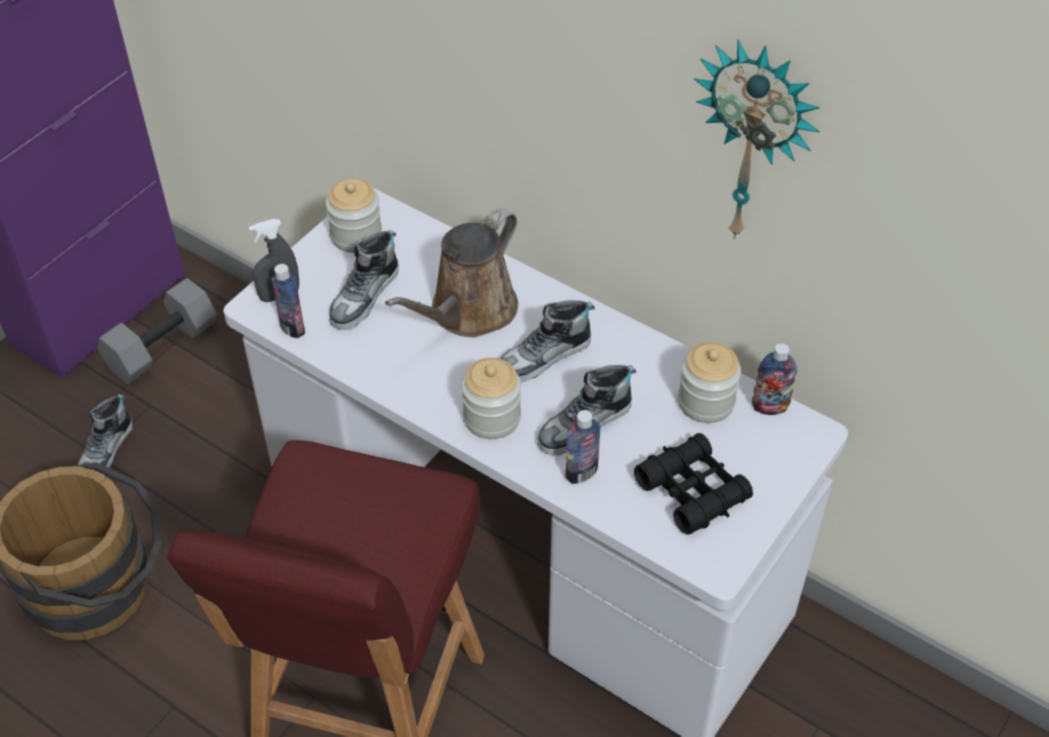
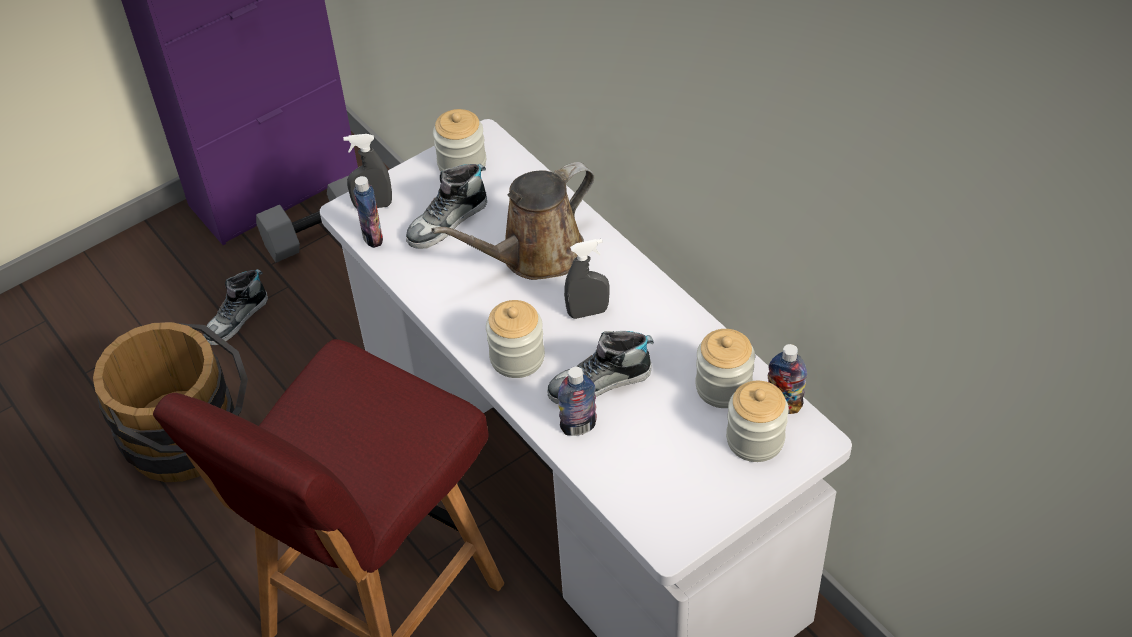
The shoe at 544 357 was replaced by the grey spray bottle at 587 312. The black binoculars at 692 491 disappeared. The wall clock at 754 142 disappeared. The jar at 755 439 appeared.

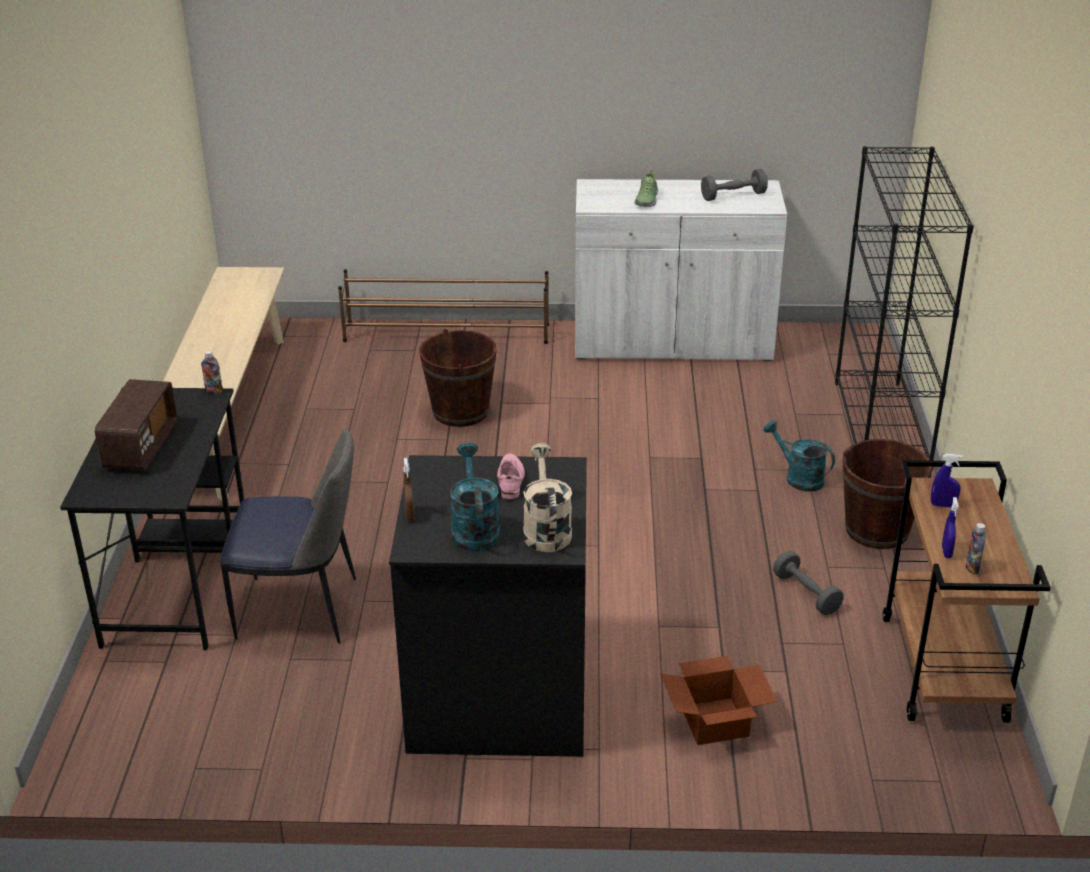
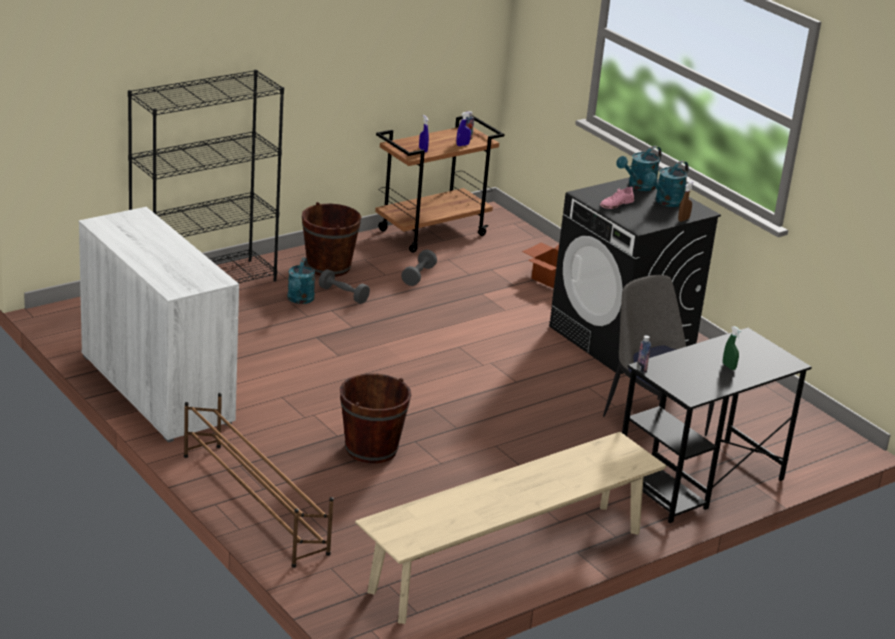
The radio at 141 447 was replaced by the green spray bottle at 729 366. The beige watering can at 545 529 became the turquoise watering can at 638 186. The shoe at 646 200 disappeared. The grey dumbbell moved from 733 196 to 343 295.

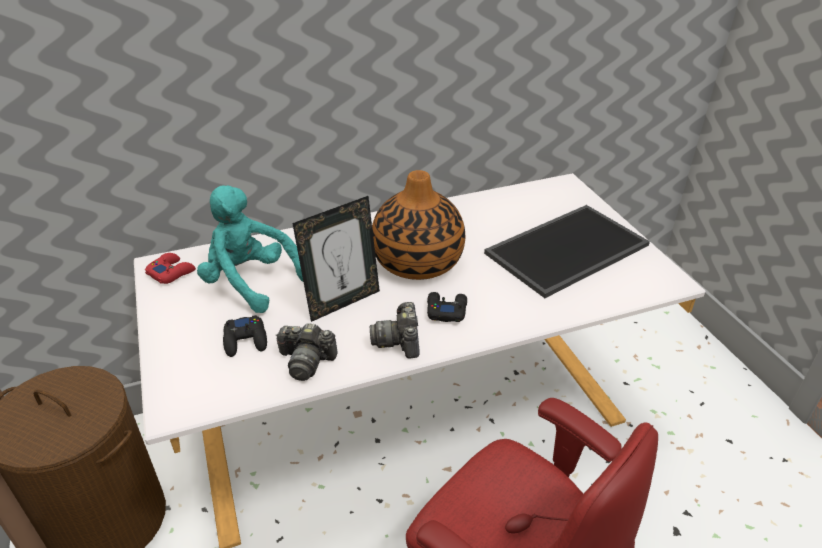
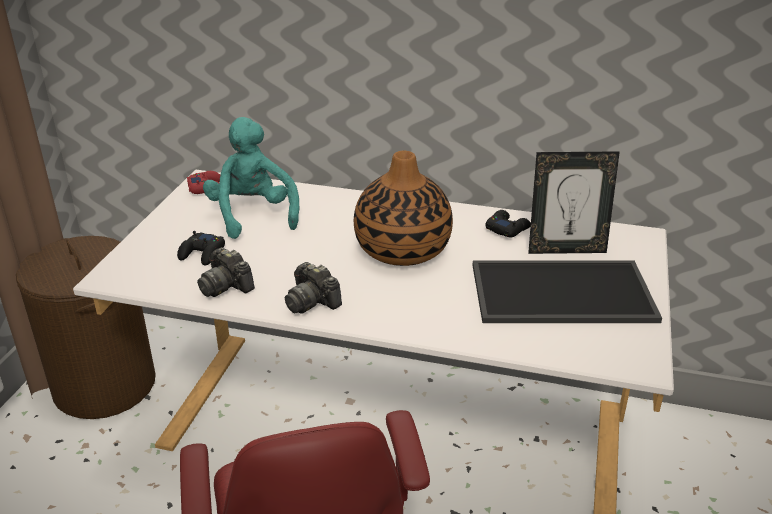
The picture frame moved from 342 302 to 566 249. The photo camera at 399 341 turned 75 degrees counterclockwise. The black game controller moved from 446 310 to 507 228.

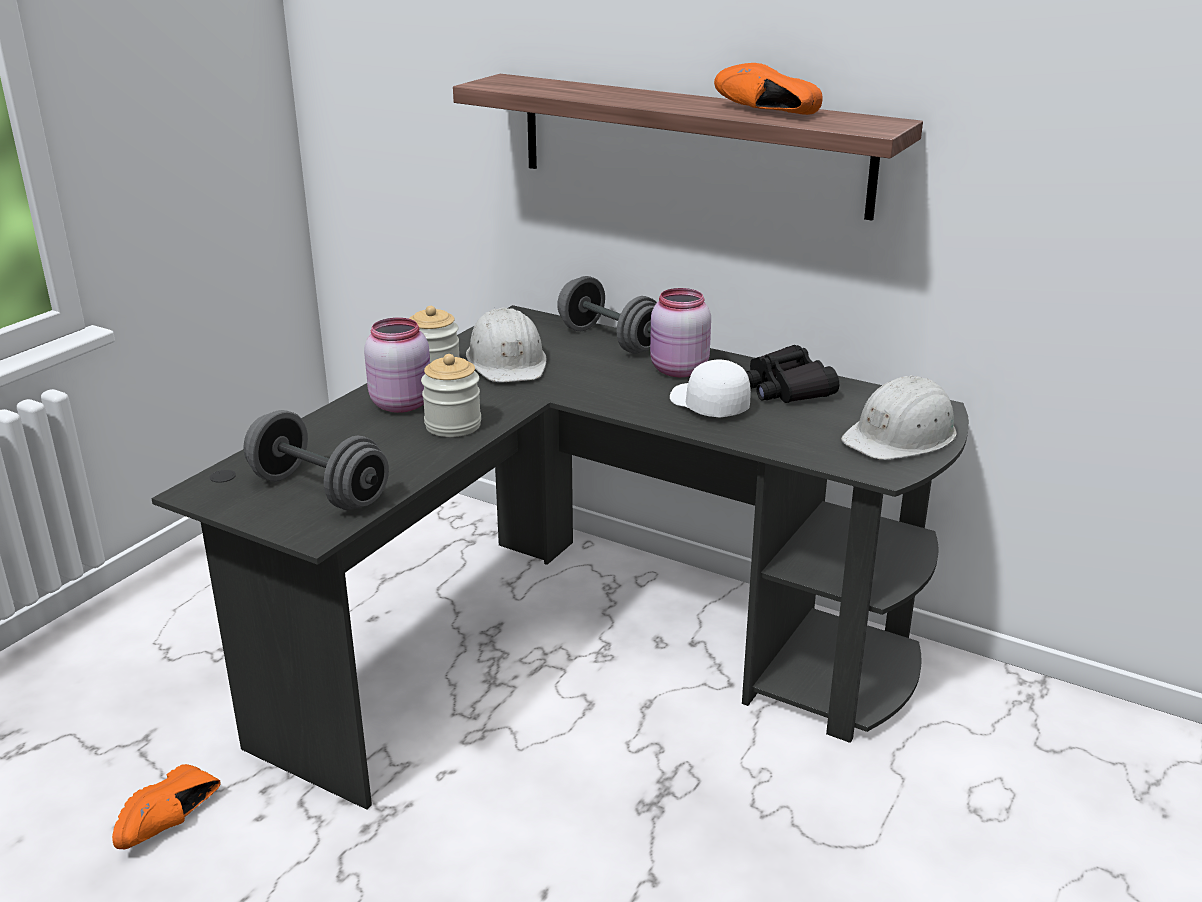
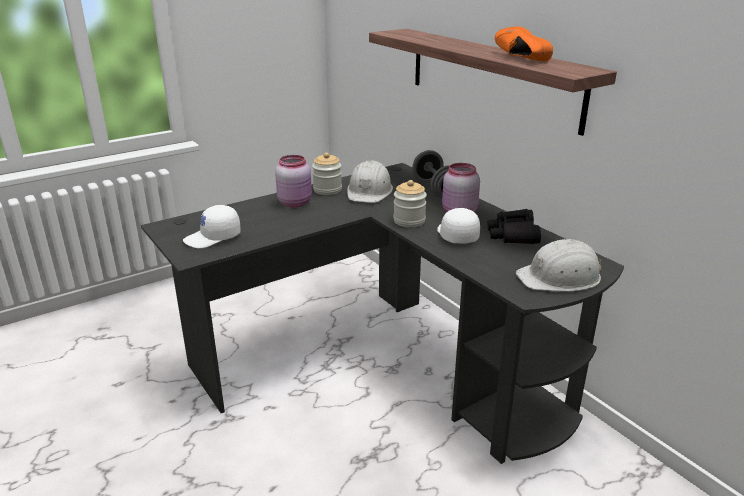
The orange shoe at 173 823 disappeared. The grey dumbbell at 319 491 was replaced by the white cap at 213 238. The jar moved from 453 425 to 409 221.

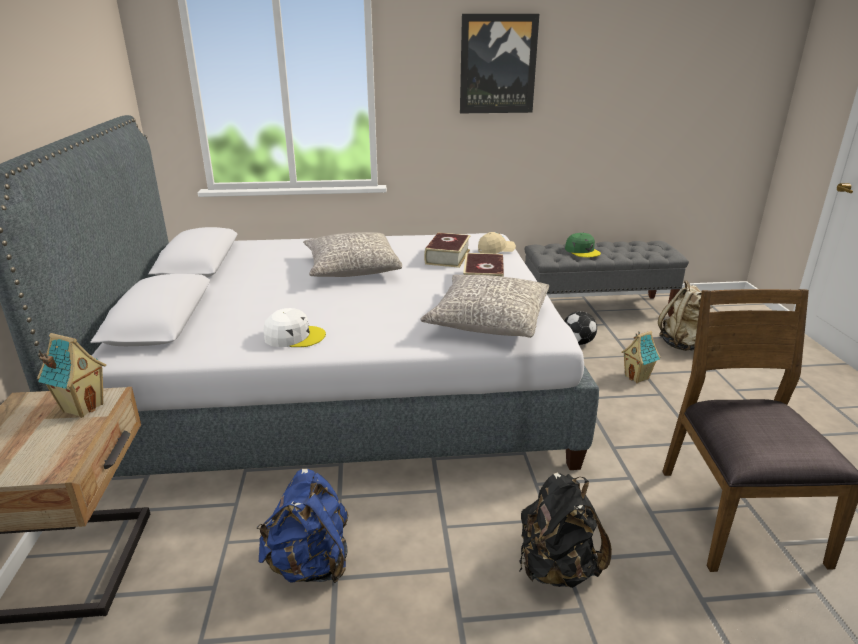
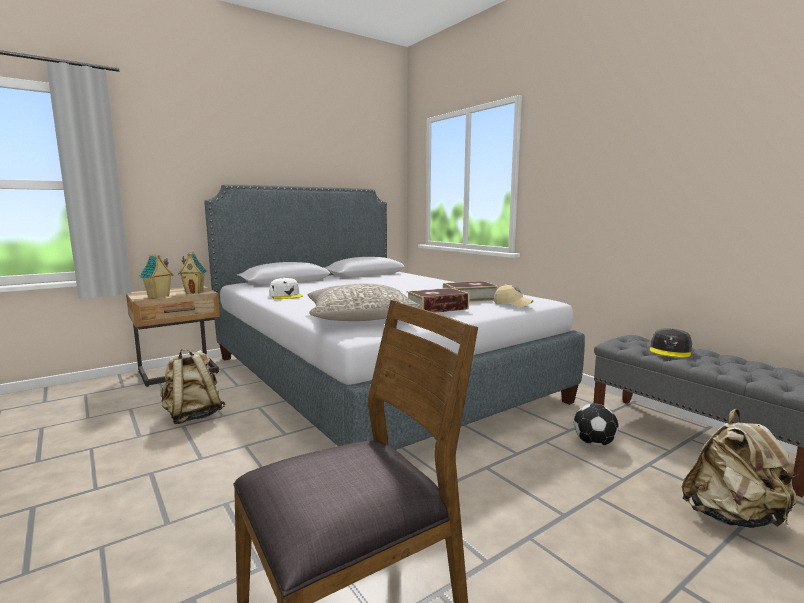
The blue backpack at 310 564 became the beige backpack at 193 416. The grey pillow at 351 268 disappeared. The picture at 497 64 disappeared. The black backpack at 556 568 disappeared. The green cap at 582 251 became the grey cap at 670 350. The toy house moved from 637 377 to 158 296.

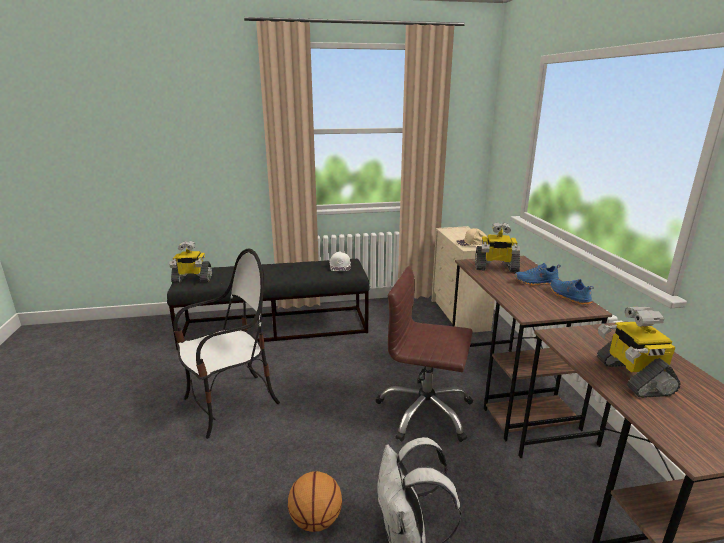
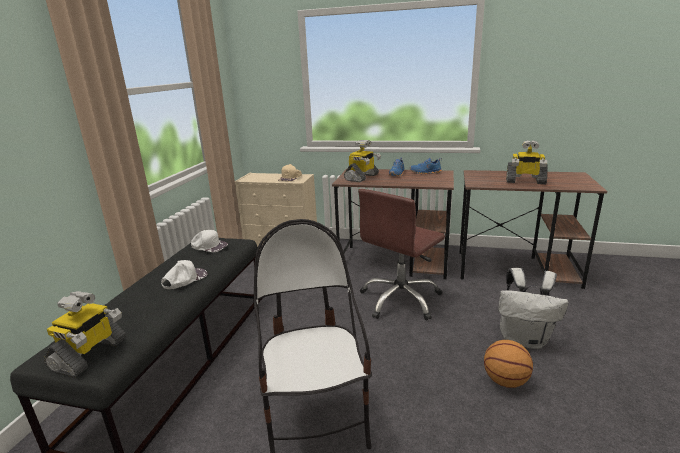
The white cap at 184 279 appeared.

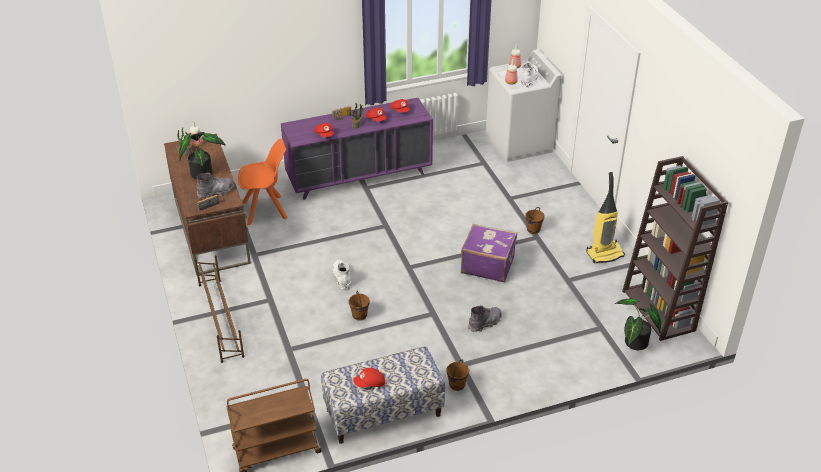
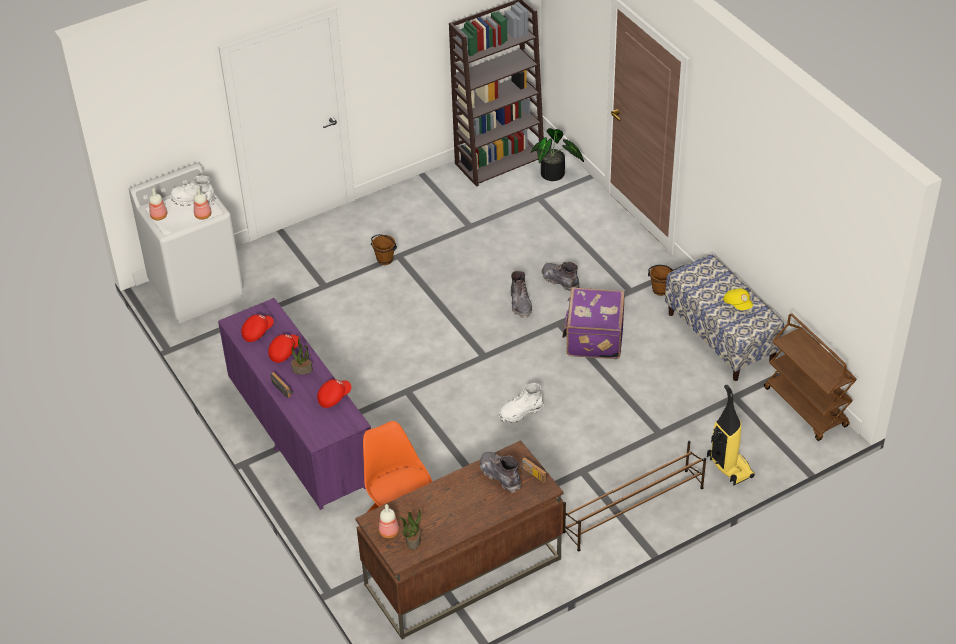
The potted plant at 203 172 disappeared. The brown bucket at 360 315 disappeared. The red cap at 370 383 became the yellow cap at 738 304. The purple suitcase moved from 487 265 to 593 338. The vacuum cleaner moved from 605 254 to 728 467. The grey boot at 520 304 appeared.

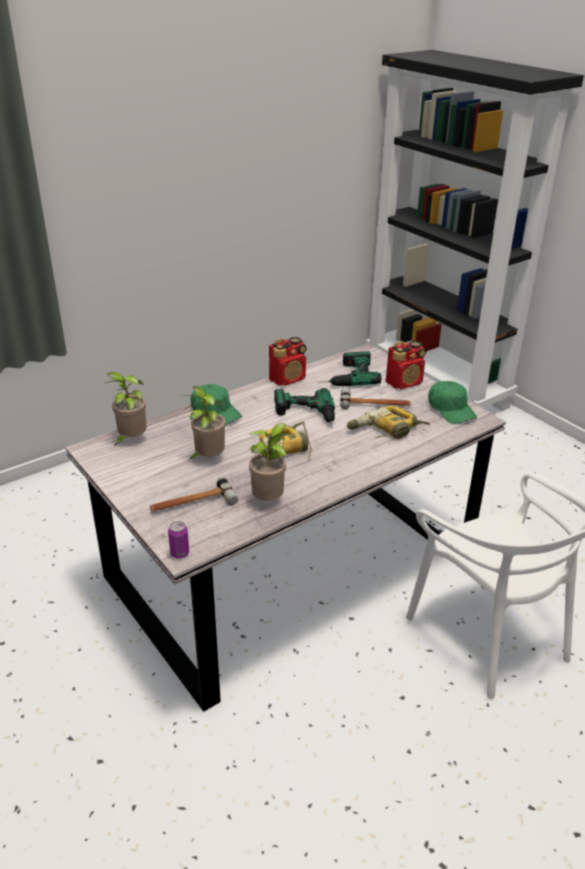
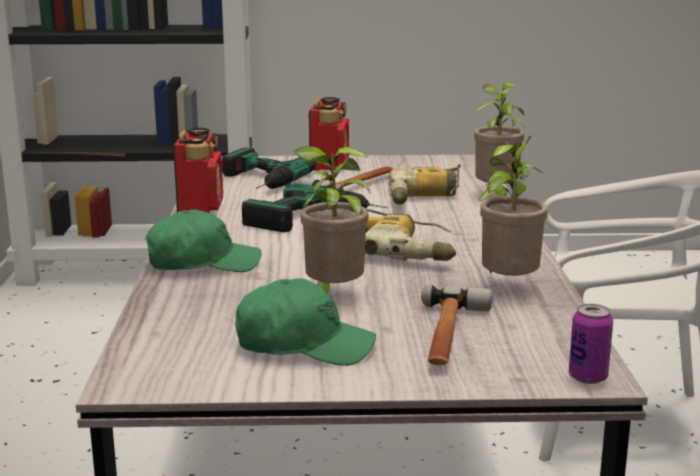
The potted plant moved from 131 440 to 496 196. The green cap moved from 451 409 to 303 345.

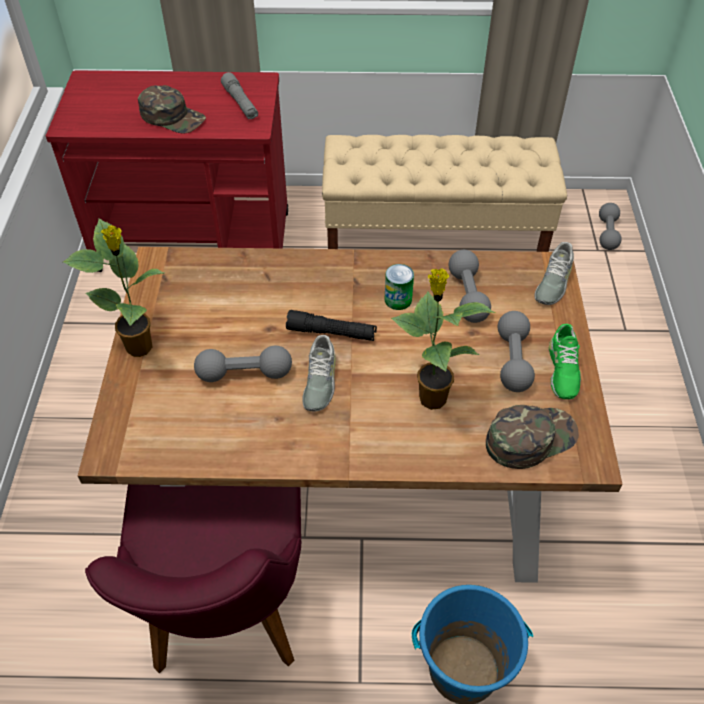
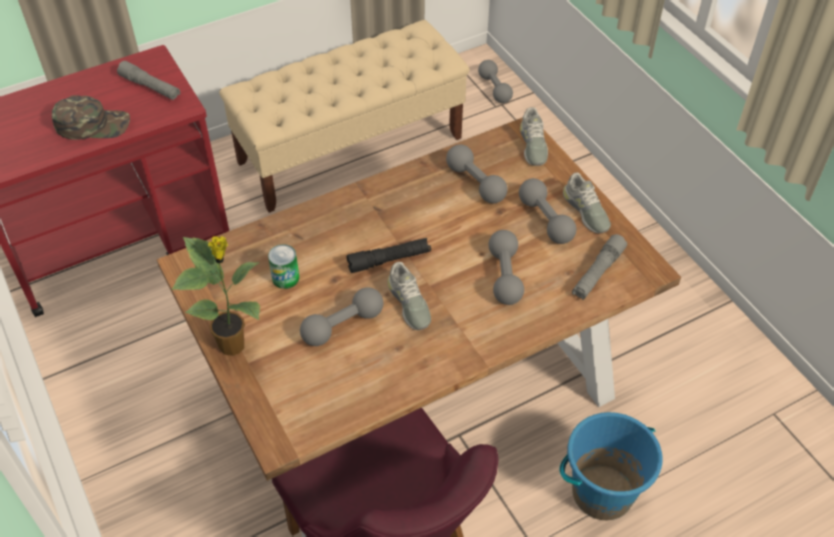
The can moved from 398 299 to 285 278. The potted plant at 431 397 was replaced by the grey dumbbell at 504 276. The green cap at 530 438 was replaced by the grey flashlight at 597 273. The green shoe at 562 369 became the grey shoe at 585 211.

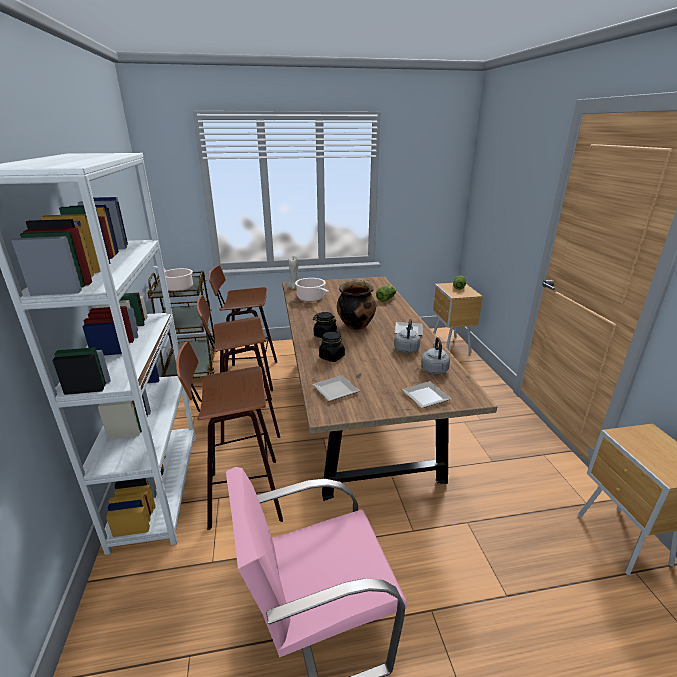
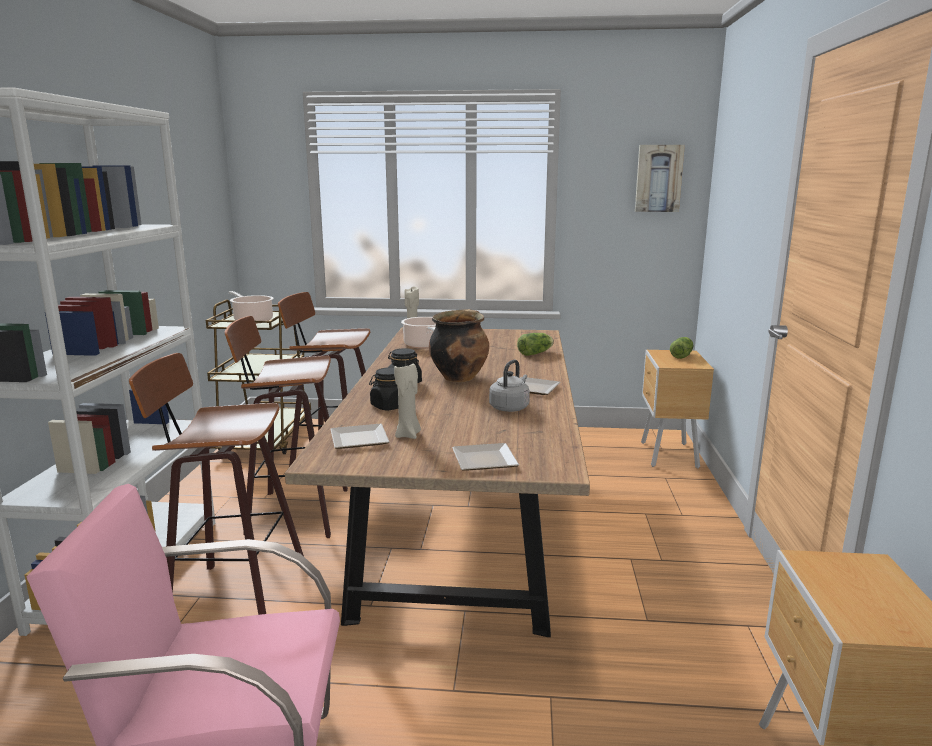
The grey kettle at 434 369 disappeared. The beige candle at 408 435 appeared. The picture at 658 178 appeared.

